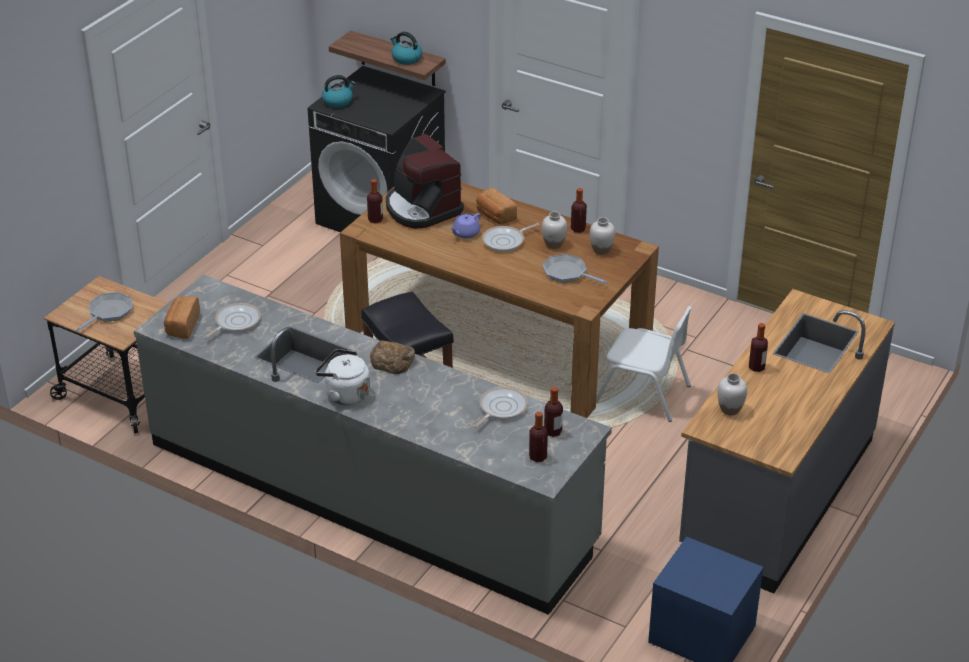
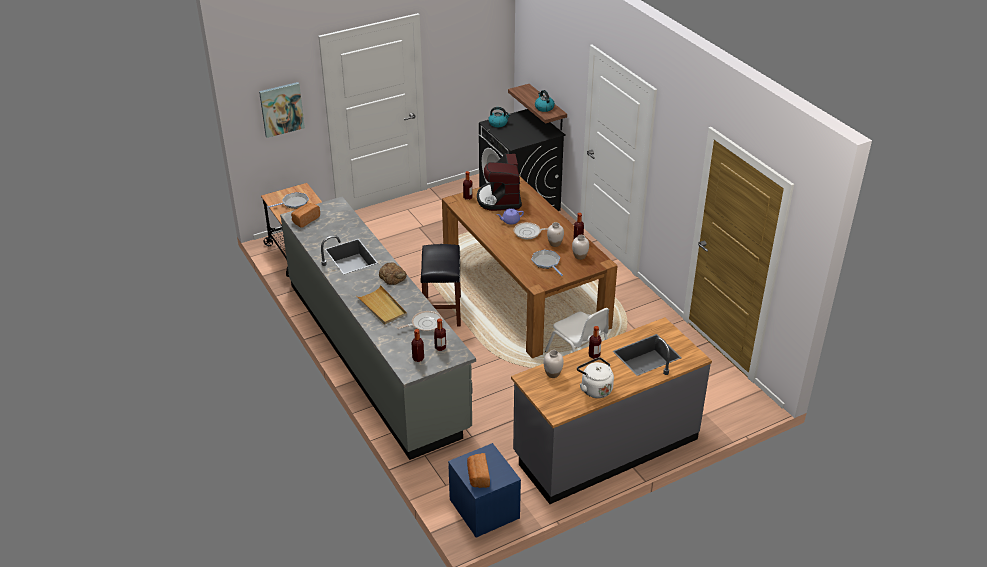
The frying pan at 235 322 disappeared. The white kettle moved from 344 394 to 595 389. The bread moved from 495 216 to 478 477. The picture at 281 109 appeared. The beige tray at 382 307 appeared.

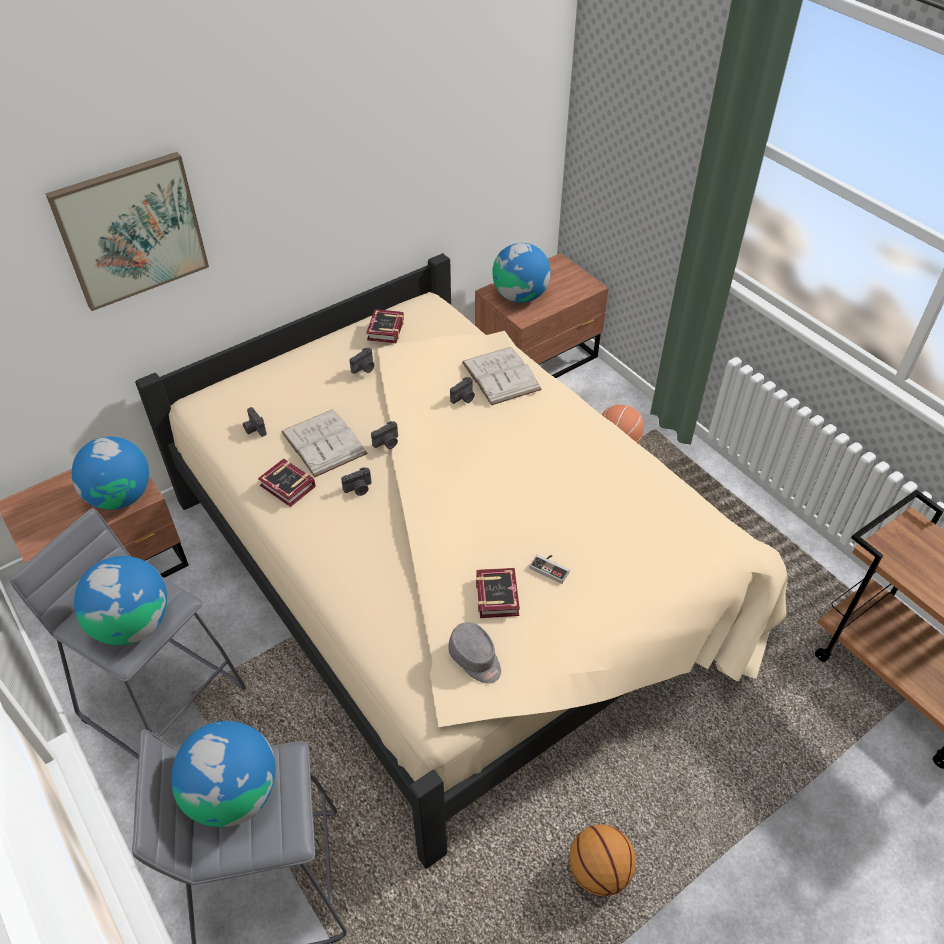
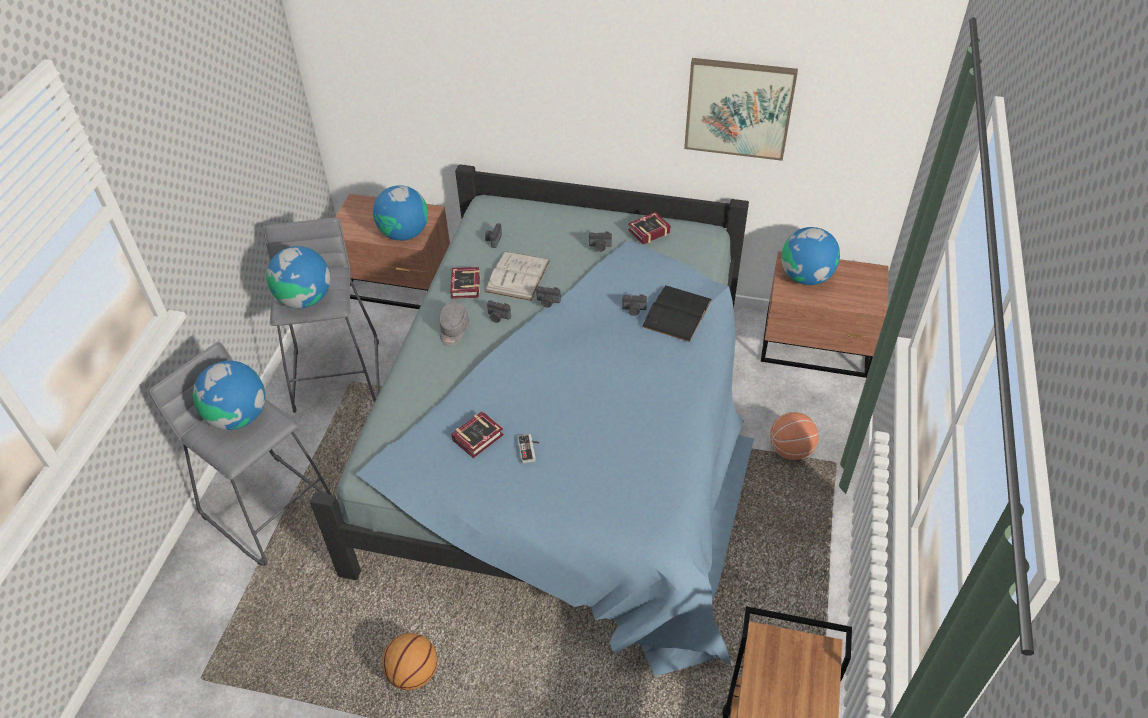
The picture moved from 131 230 to 739 108. The beige bed at 460 570 became the blue bed at 569 440. The grey cap moved from 475 659 to 453 330. The white book at 501 375 became the black book at 677 313.

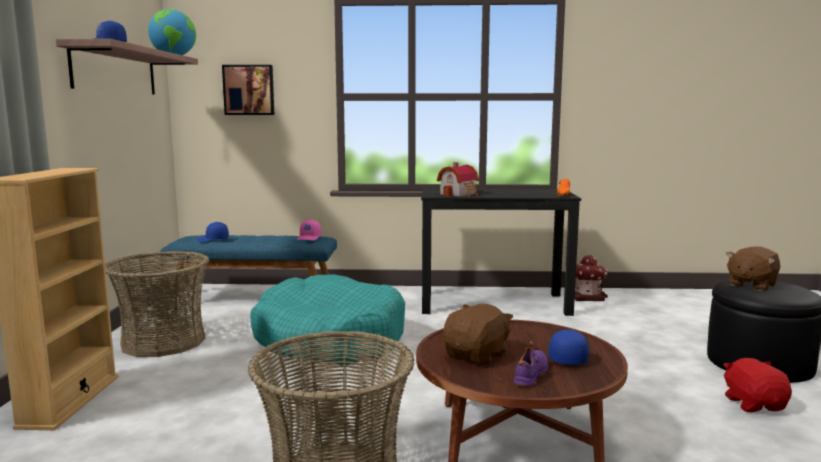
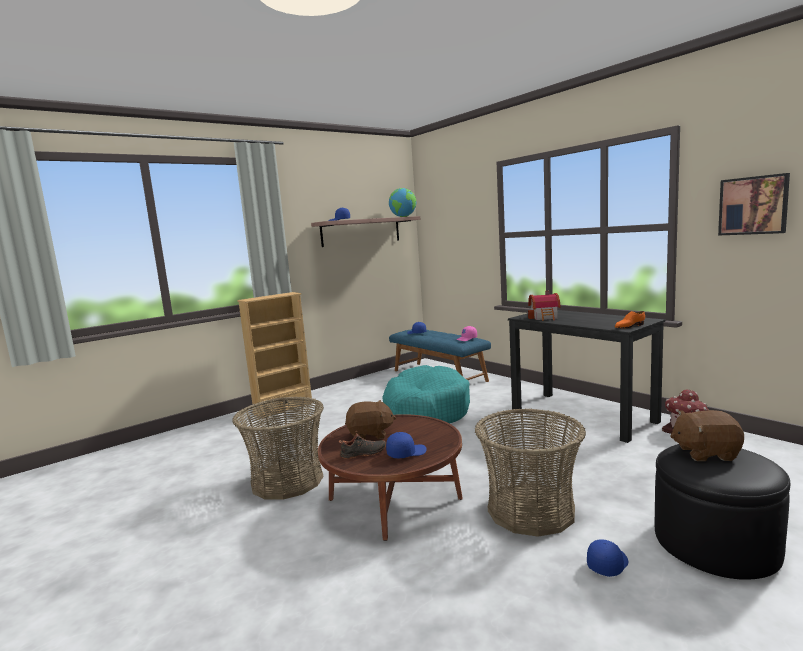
The basket moved from 163 342 to 530 510. The picture moved from 249 90 to 753 205. The purple shoe at 532 375 became the black shoe at 363 454. The red plush toy at 754 404 was replaced by the blue cap at 607 563.

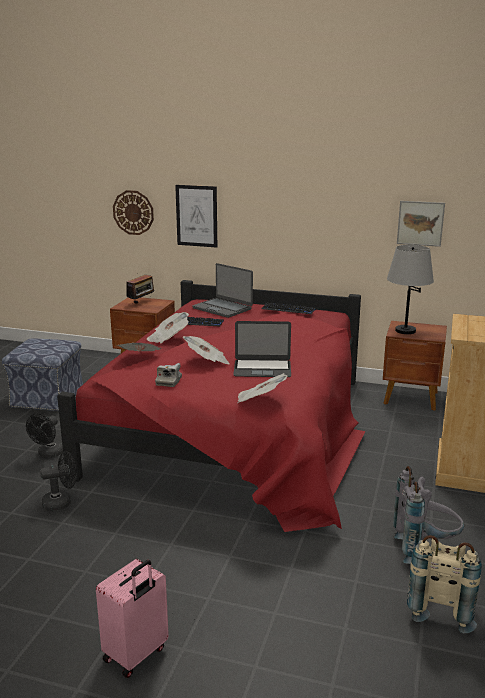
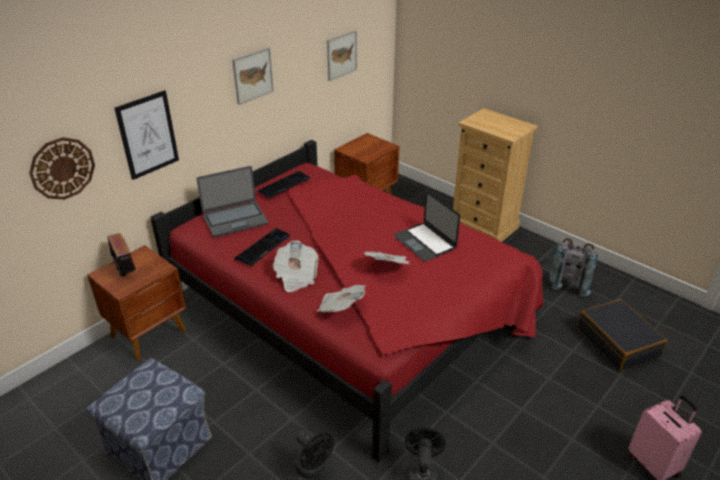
The photo camera at 169 381 disappeared. The laptop at 262 368 turned 120 degrees clockwise. The newspaper at 260 401 disappeared. The grey table lamp at 405 331 disappeared. The beige backpack at 440 607 disappeared. The picture at 253 75 appeared. The black suitcase at 617 342 appeared.

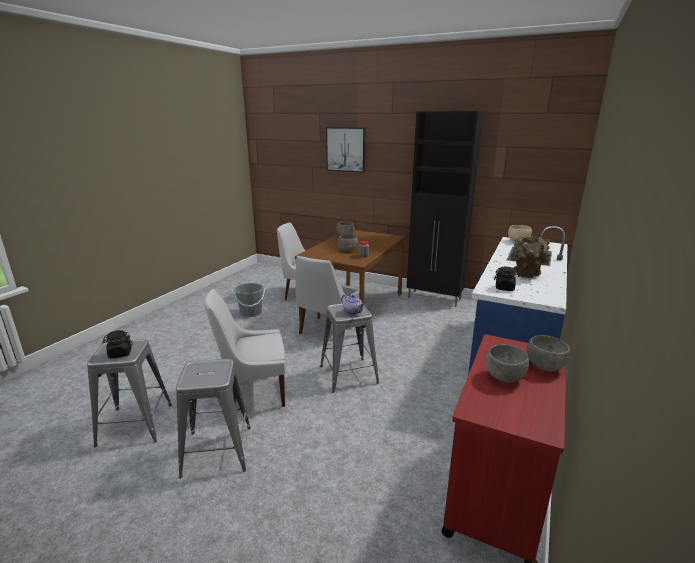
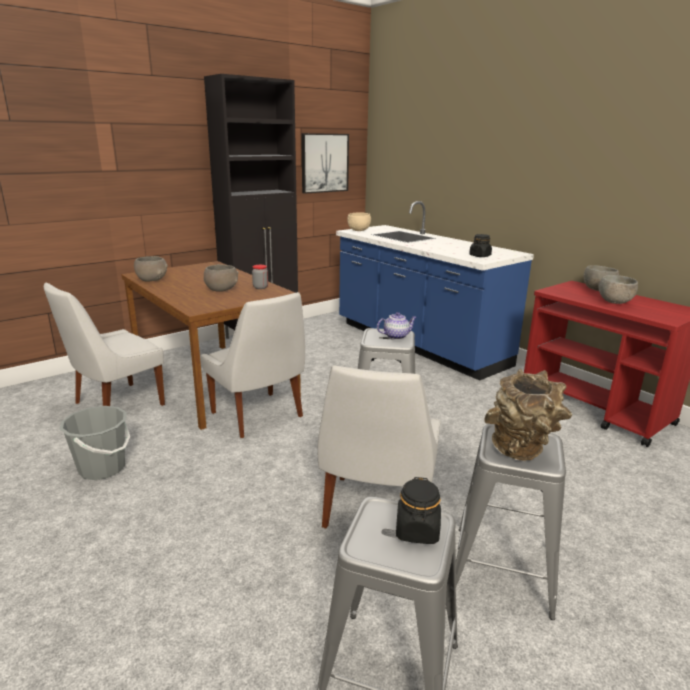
The picture moved from 346 149 to 324 163. The brown vase moved from 527 275 to 522 451.

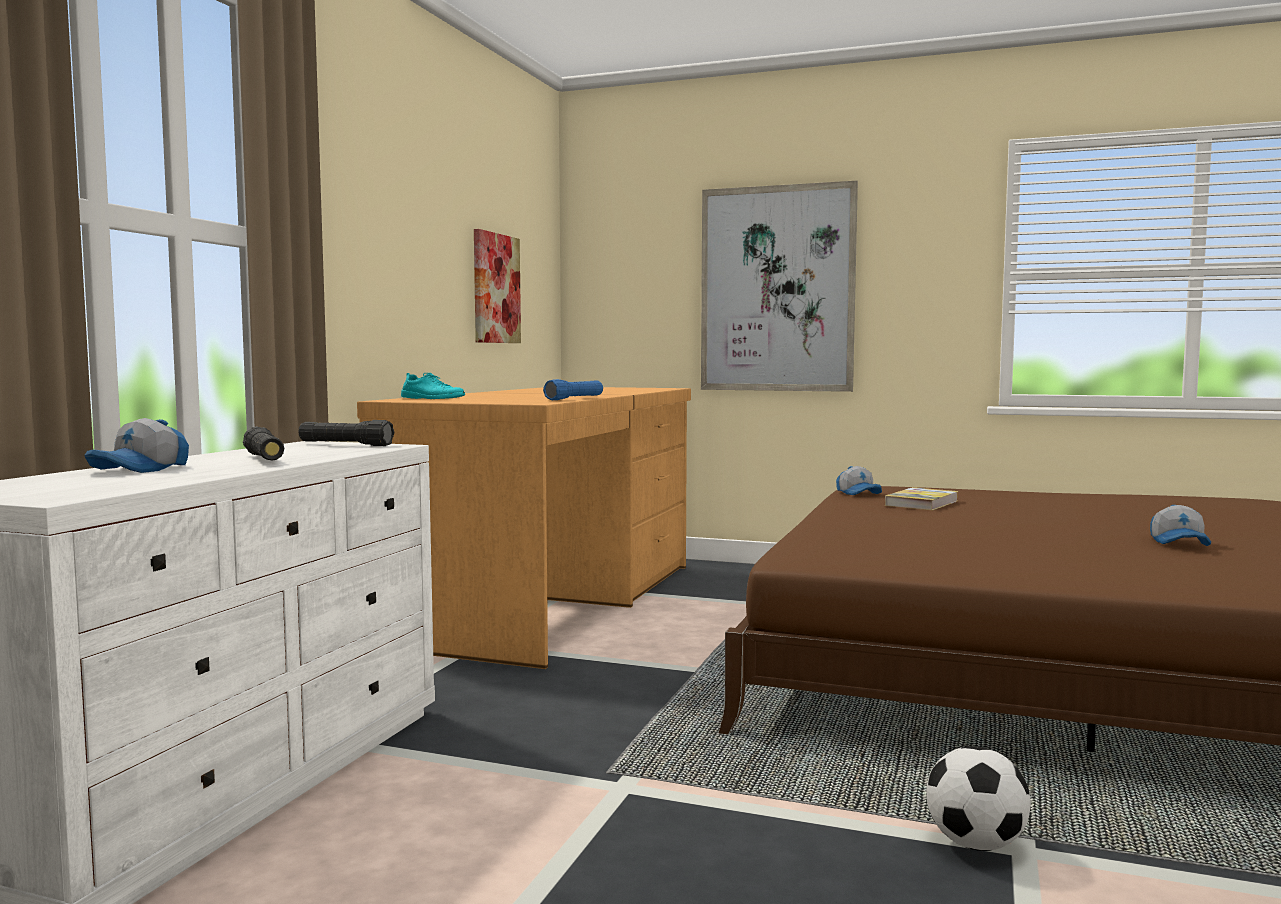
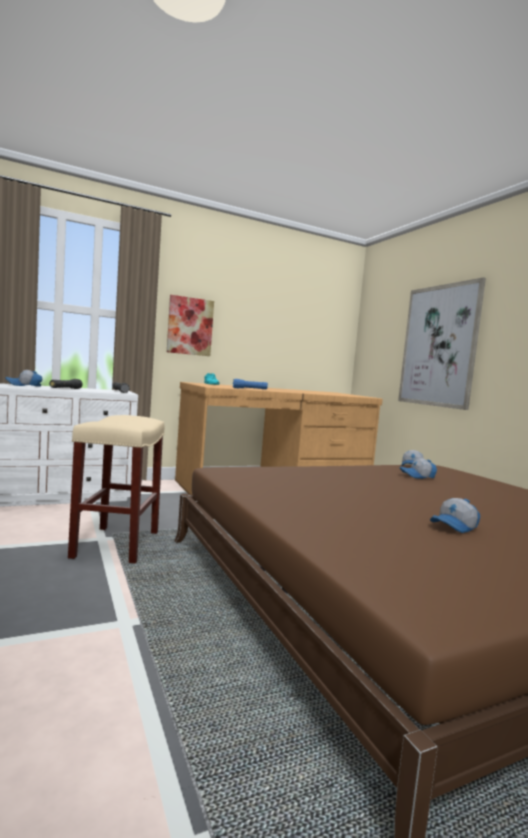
The picture moved from 495 288 to 190 326. The book at 921 503 was replaced by the cap at 417 476. The football at 975 844 disappeared. The beige stool at 116 544 appeared.

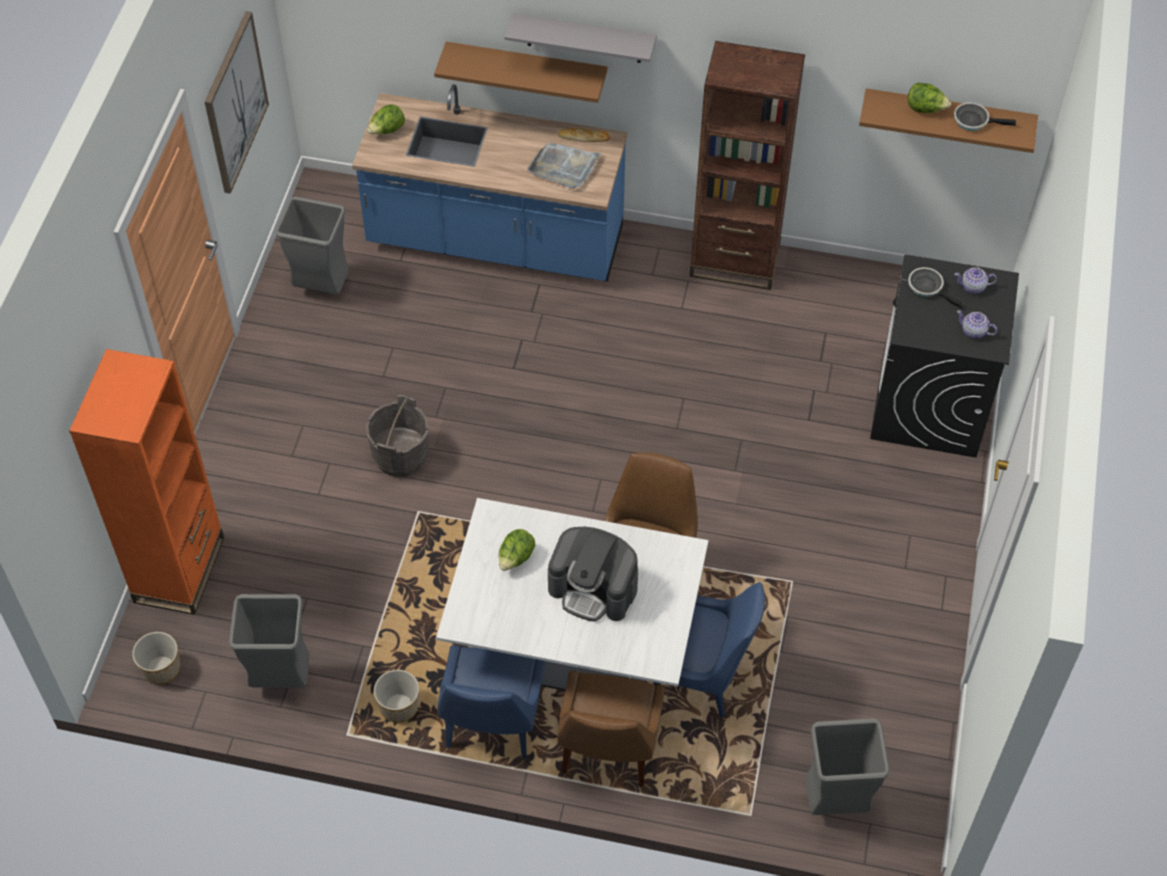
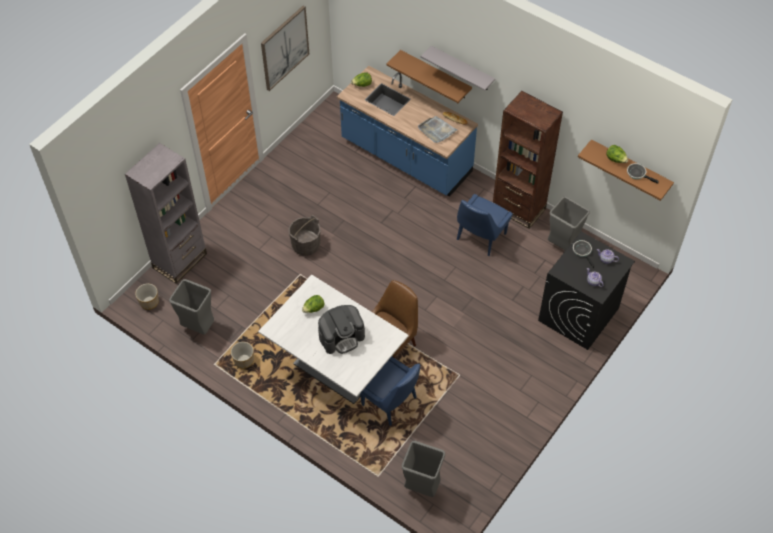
The orange bookcase at 179 570 became the grey bookcase at 180 261. The grey trash can moved from 322 288 to 563 246. The blue chair moved from 491 725 to 480 238. The coffee machine at 593 588 turned 75 degrees counterclockwise. The brown chair at 607 751 disappeared.

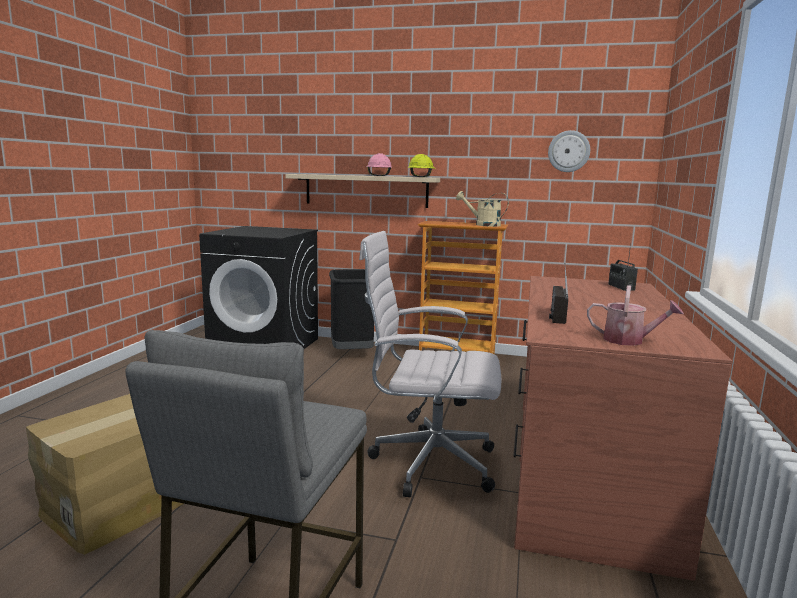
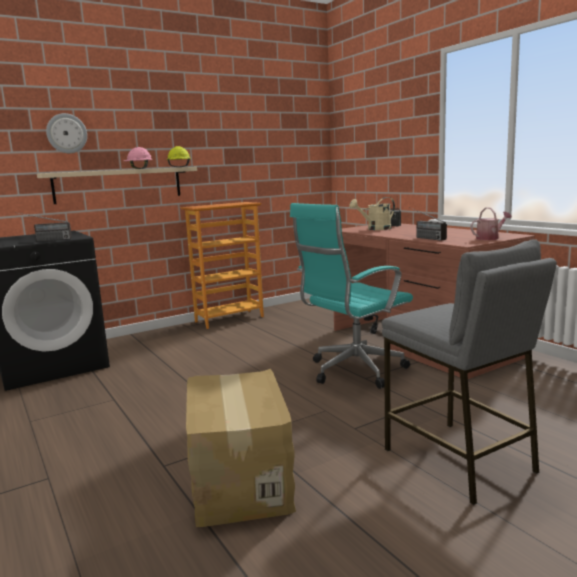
The black trash can at 351 352 disappeared. The white office chair at 427 463 became the turquoise office chair at 353 371. The beige watering can moved from 483 225 to 375 229. The wall clock moved from 568 151 to 66 133. The radio at 44 240 appeared.

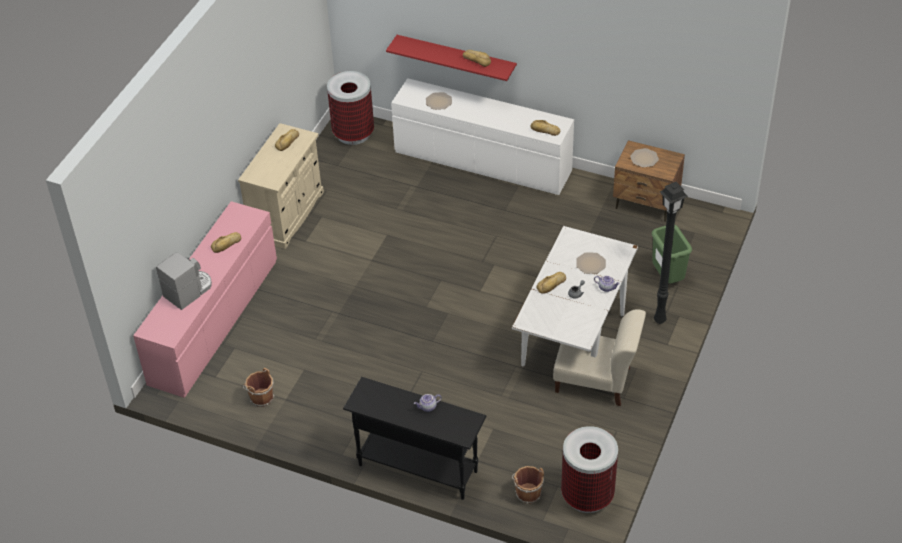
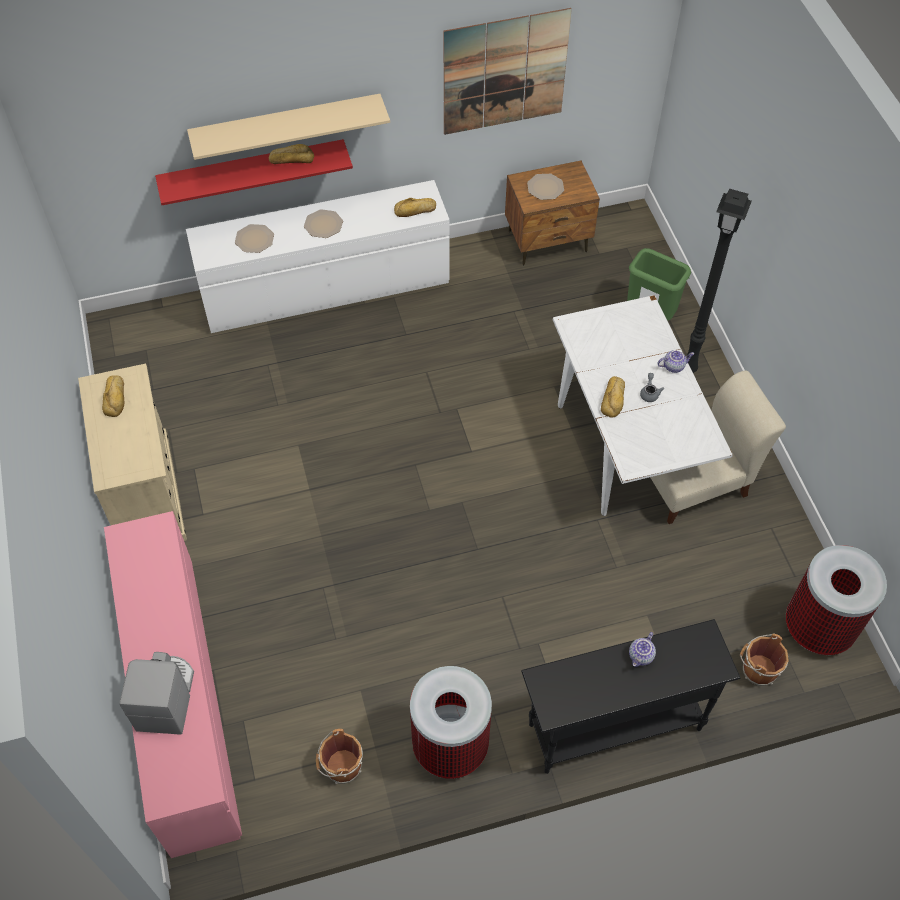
The bread at 227 245 disappeared. The trash can moved from 353 133 to 450 746. The plate moved from 591 264 to 324 224. The beige shelf at 286 124 appeared. The picture at 504 72 appeared.

